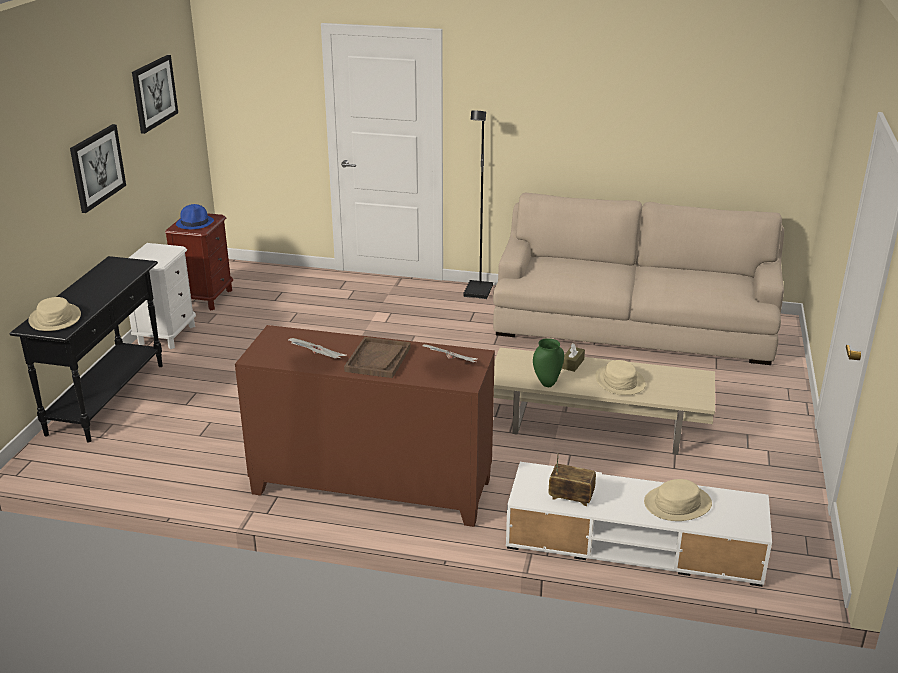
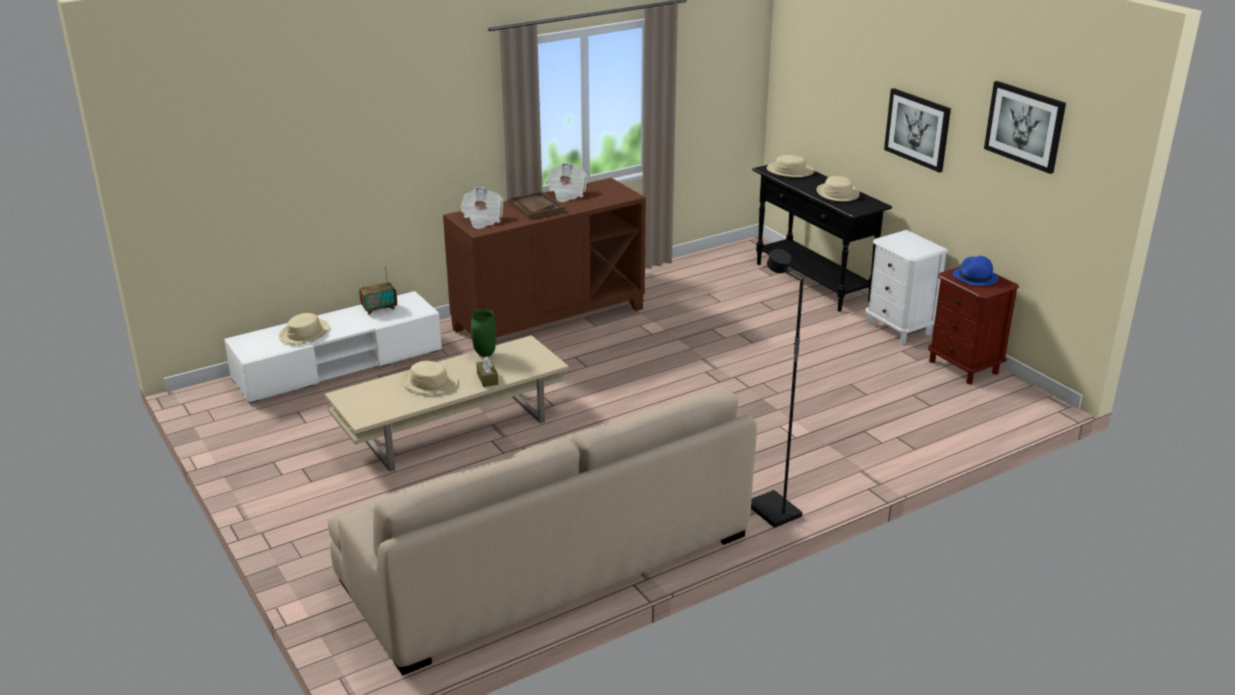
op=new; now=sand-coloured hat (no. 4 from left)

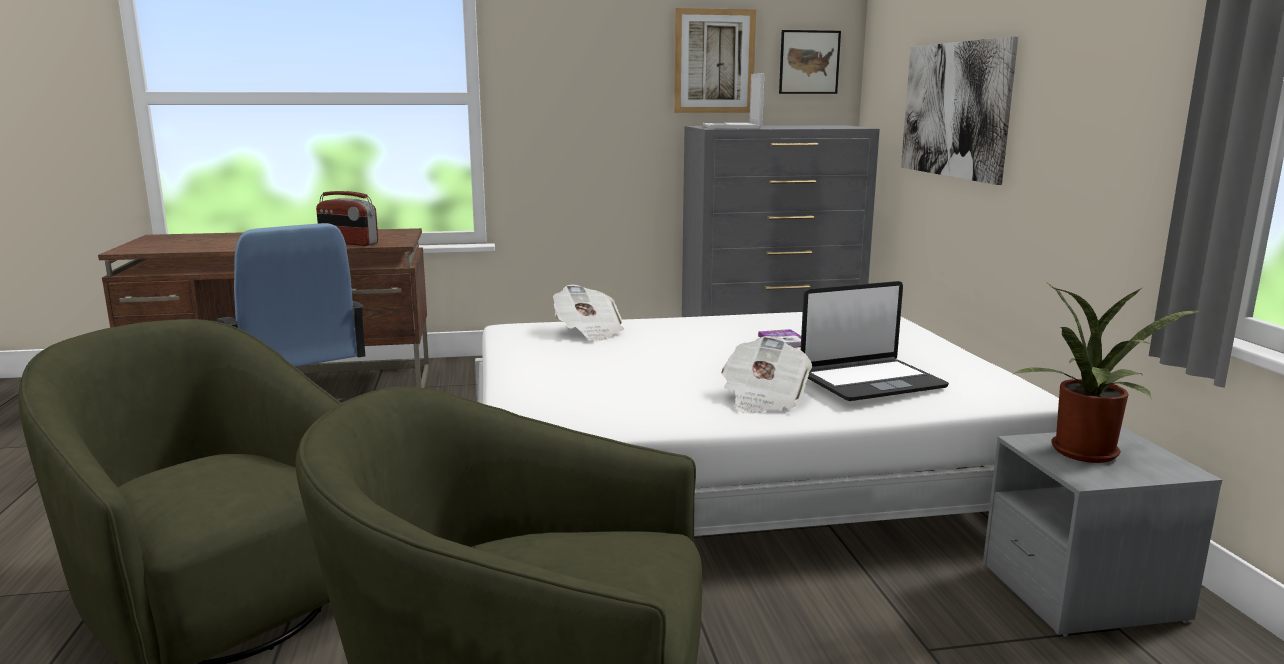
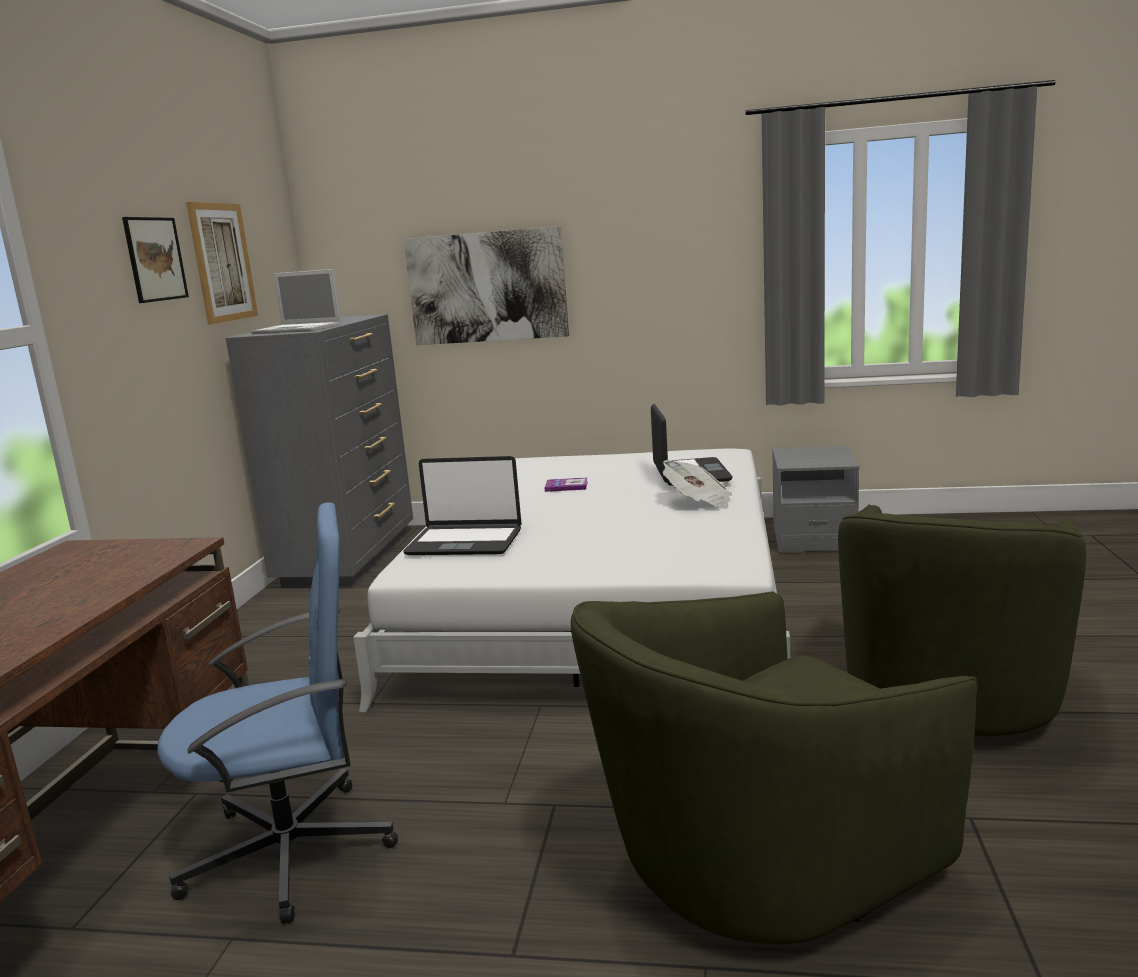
op=gone; was=radio set
op=gone; was=houseplant
op=shifted; was=wall picture (no. 2 from left in the first image); now=wall picture (no. 1 from left)
op=swapped; was=printed paper (no. 1 from left); now=portable computer (no. 2 from left)

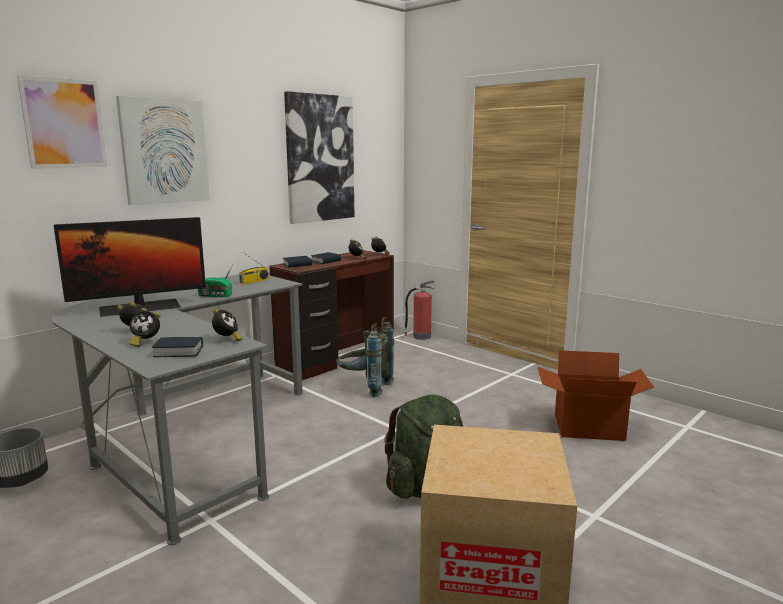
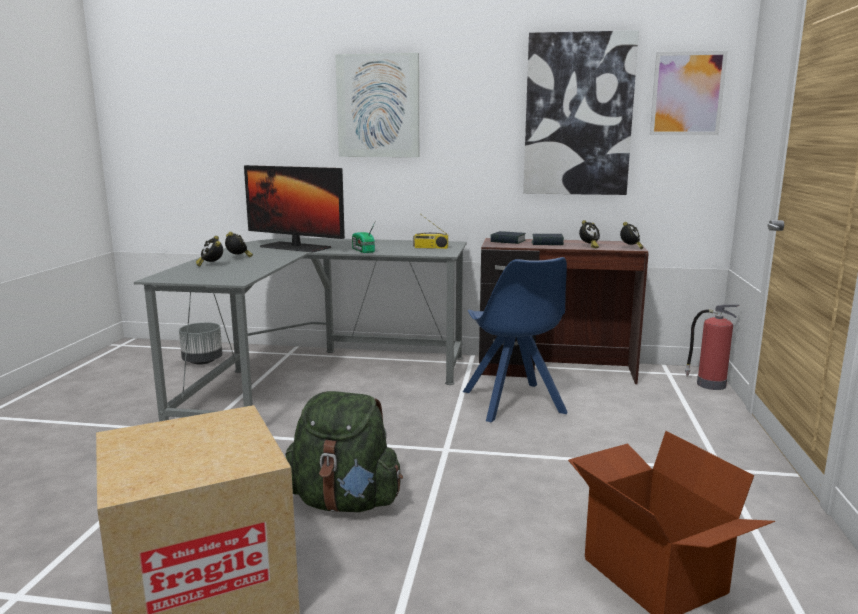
op=gone; was=bound book (no. 1 from left)
op=gone; was=alarm clock (no. 3 from left)
op=shifted; was=wall picture (no. 1 from left in the first image); now=wall picture (no. 3 from left)
op=swapped; was=gray backpack; now=blue chair

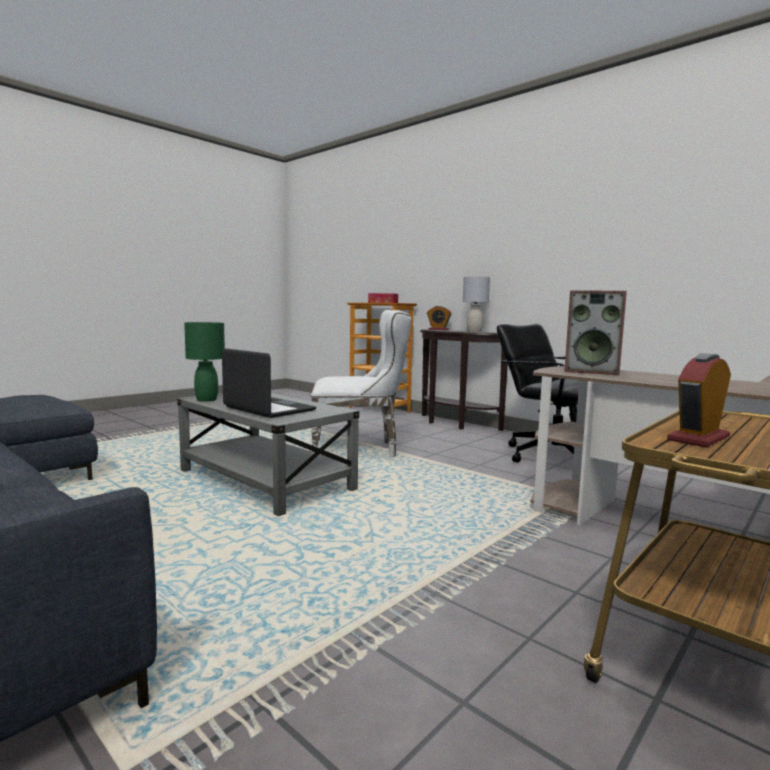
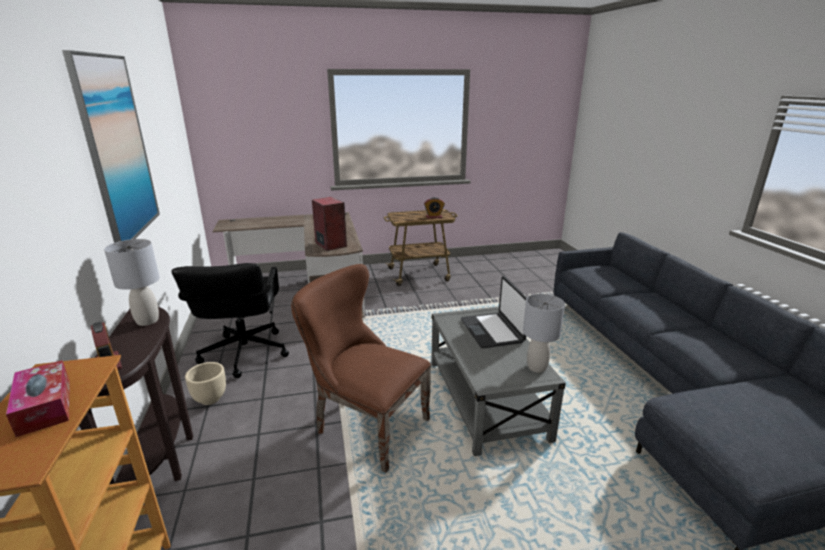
op=new; now=wall picture
op=new; now=sand-coloured planter
op=repainted; was=green-coloured table lamp; now=gray table lamp (no. 2 from left)
op=repainted; was=white chair; now=brown chair

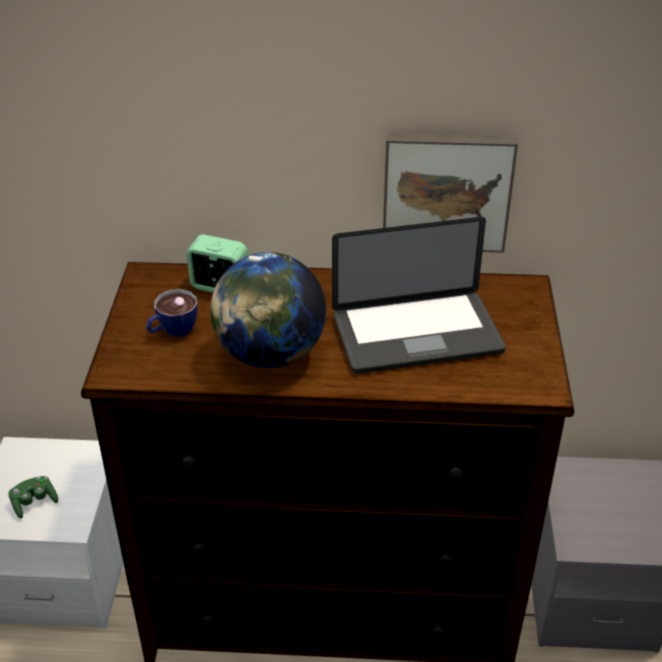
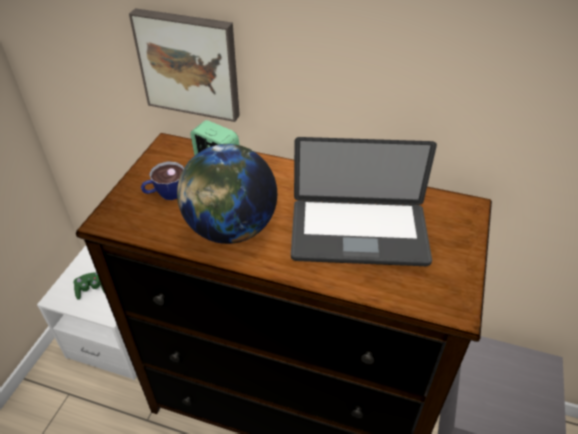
op=shifted; was=wall picture

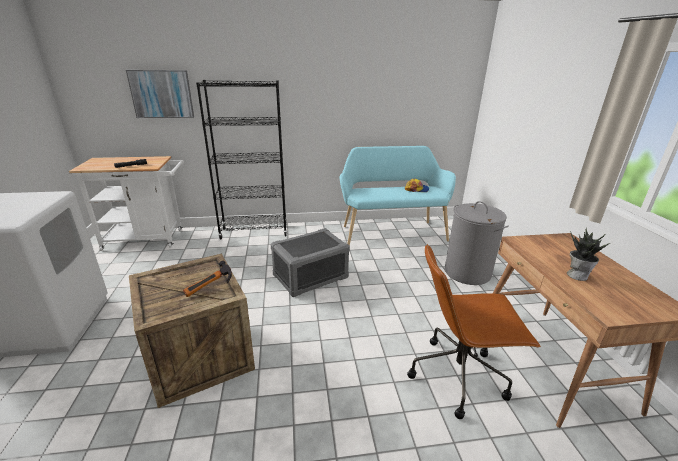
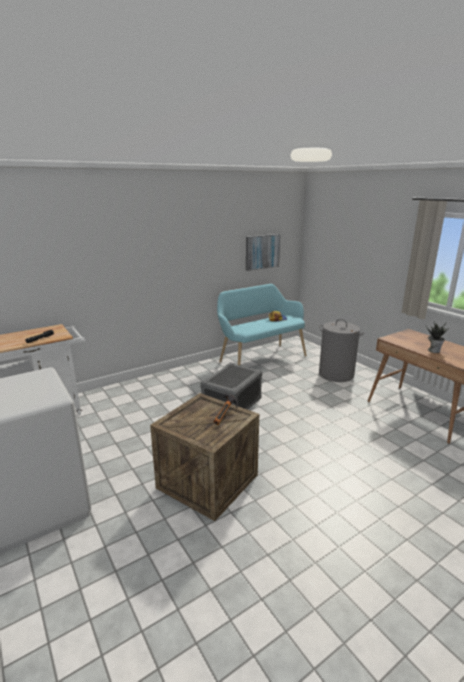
op=gone; was=blackish bookshelf
op=gone; was=brown office chair
op=shifted; was=wall picture

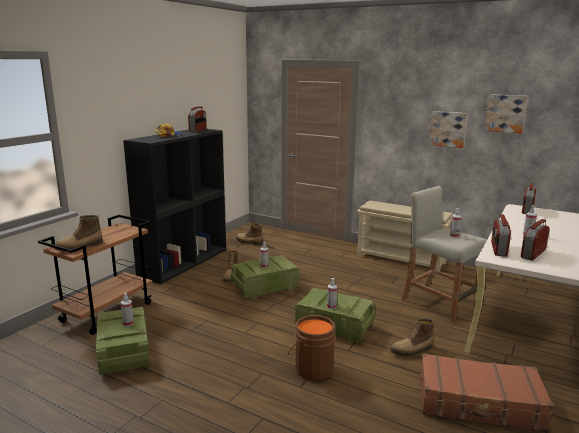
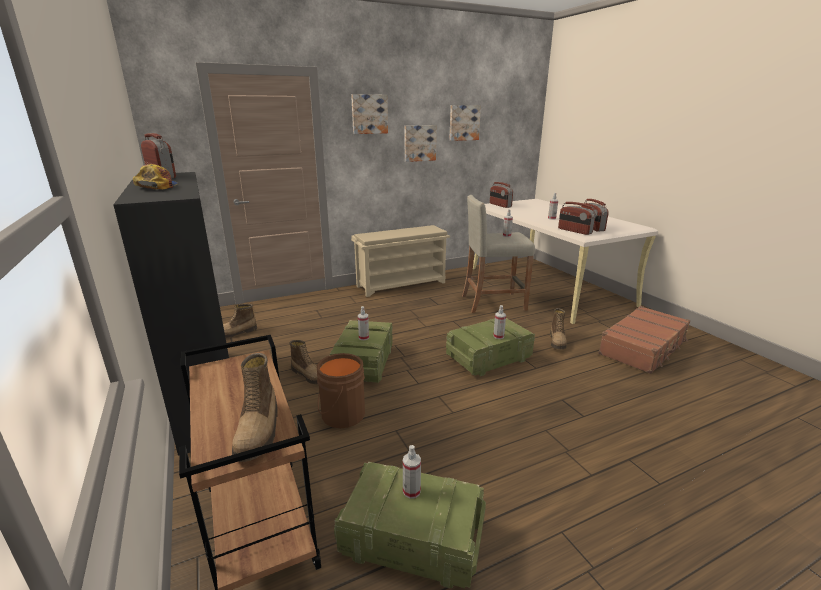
op=new; now=wall picture (no. 1 from left)
op=shifted; was=brown water bucket

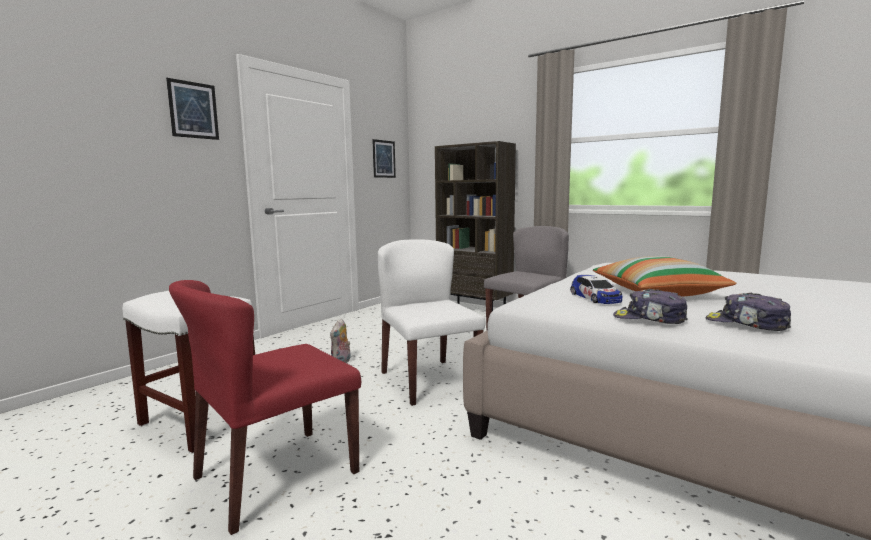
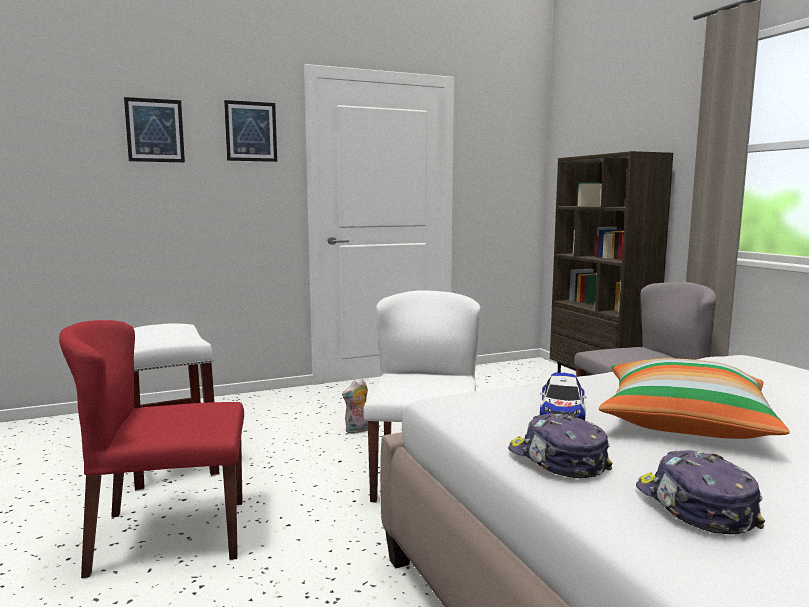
op=shifted; was=wall picture (no. 2 from left in the first image); now=wall picture (no. 1 from left)

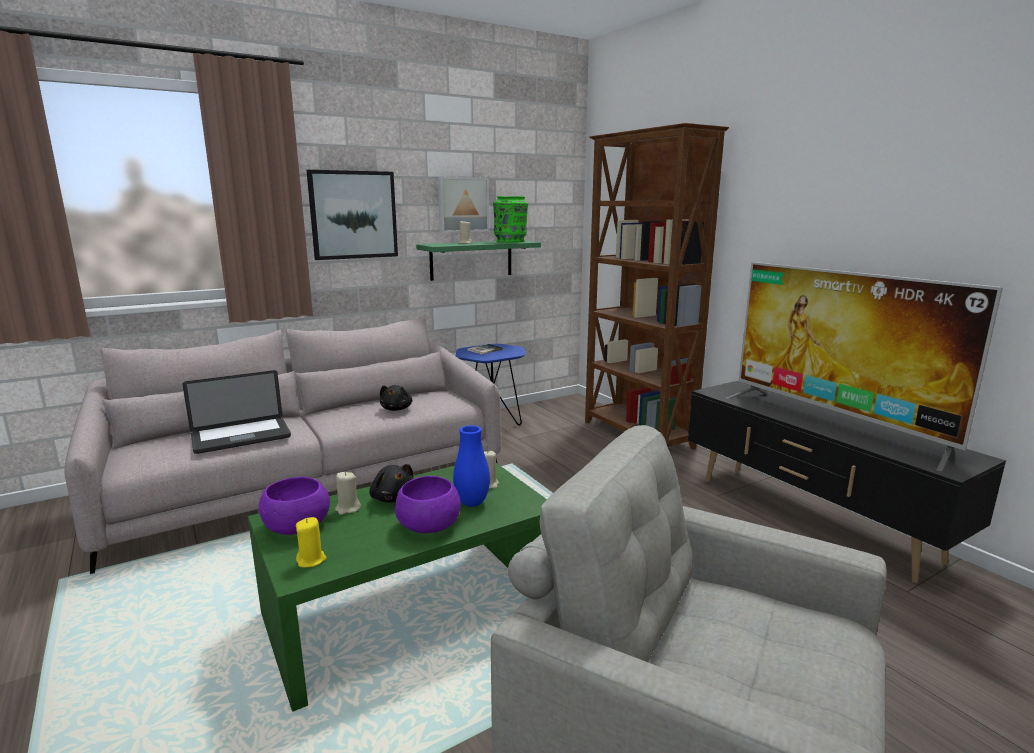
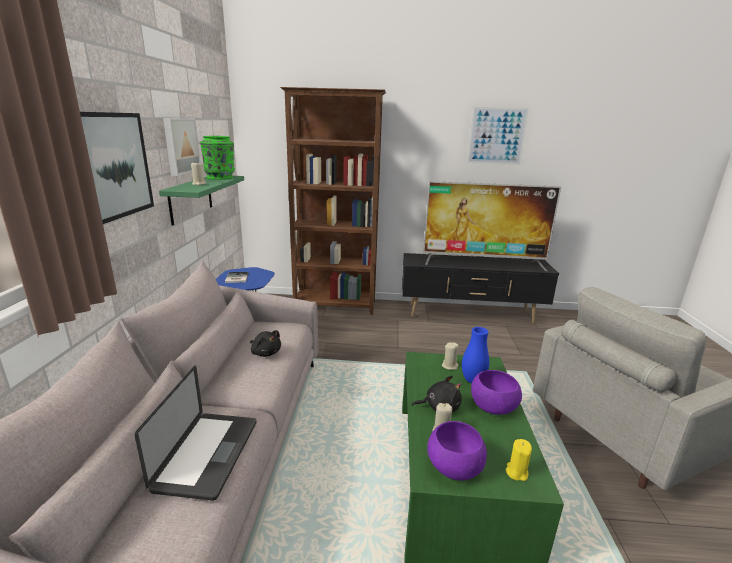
op=new; now=wall picture (no. 3 from left)

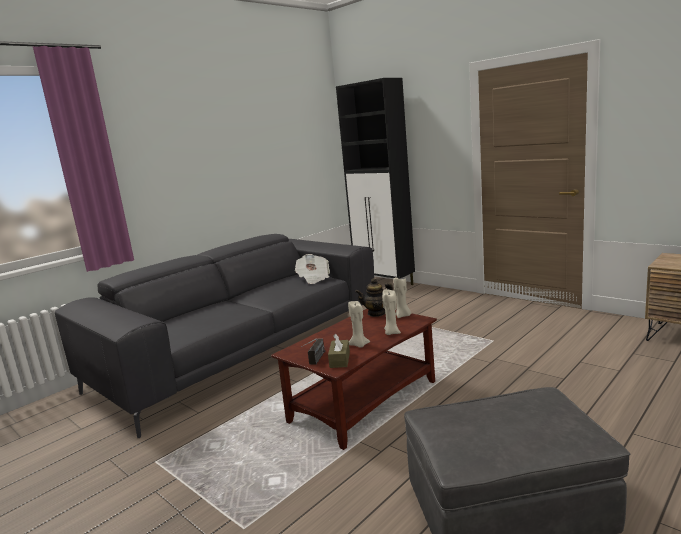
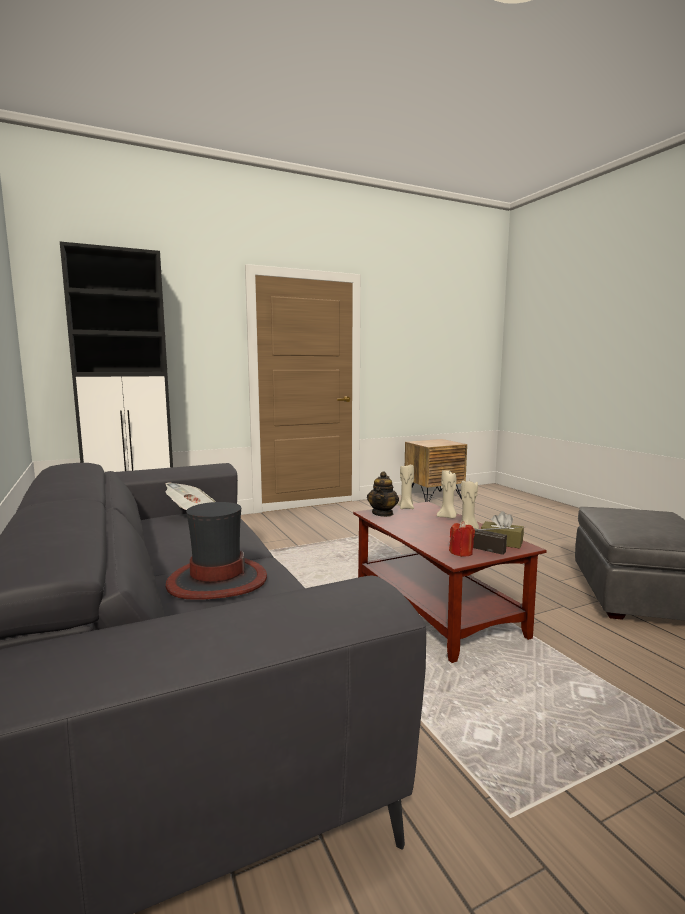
op=new; now=hat
op=new; now=red-coloured wax light

